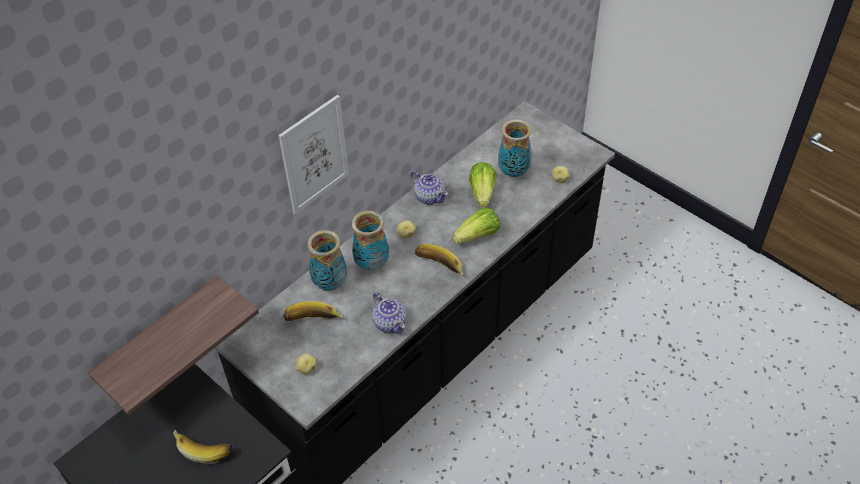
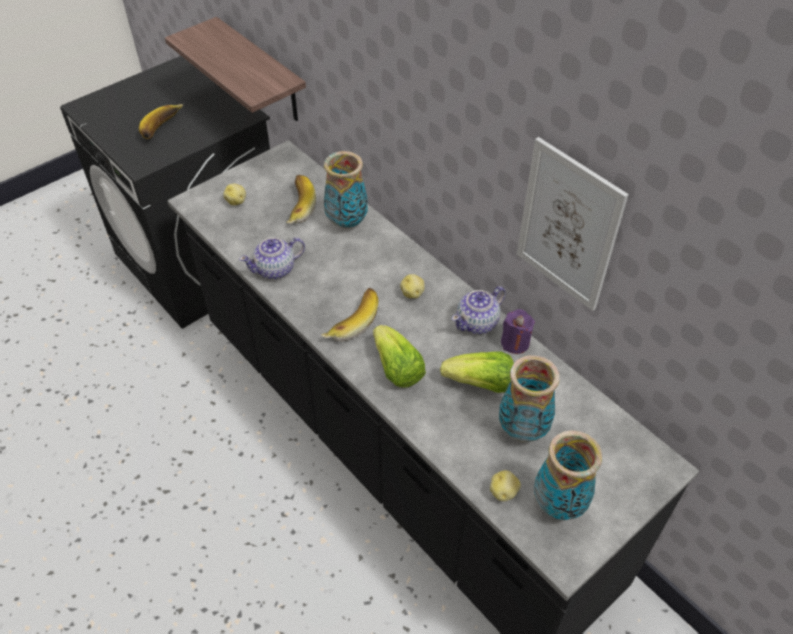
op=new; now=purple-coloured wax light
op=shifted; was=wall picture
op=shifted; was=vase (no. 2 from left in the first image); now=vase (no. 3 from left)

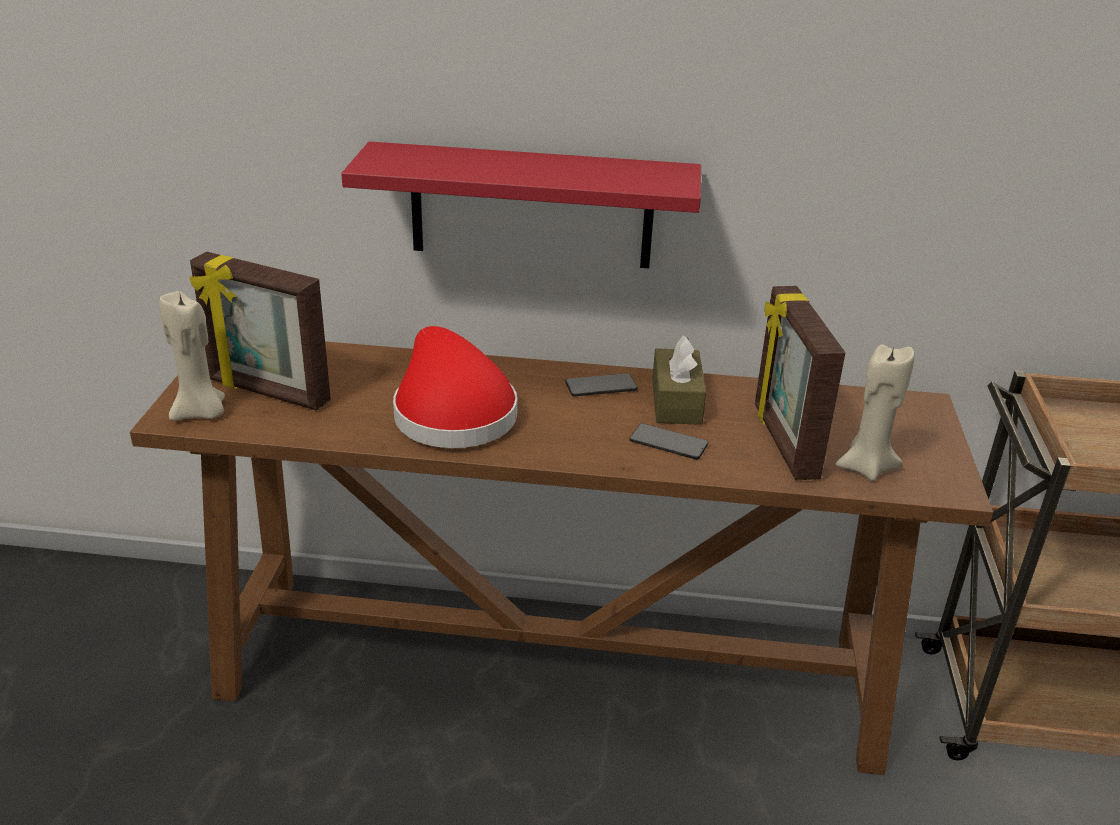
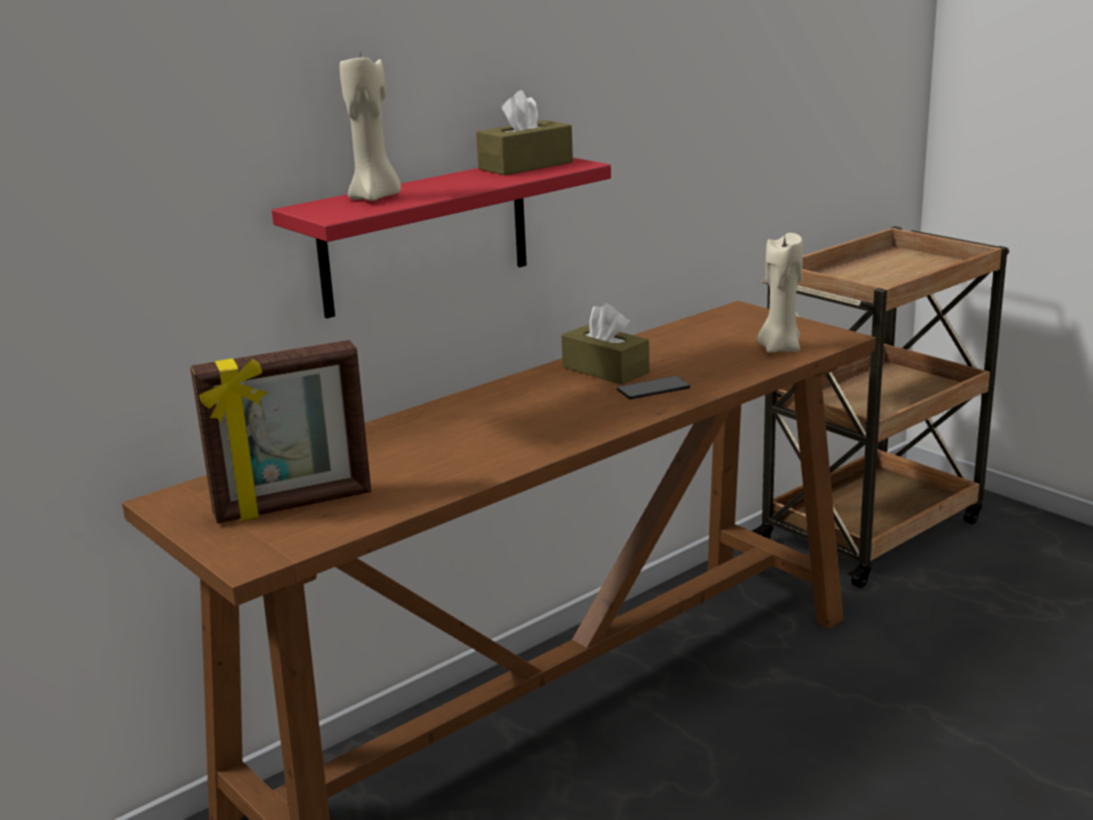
op=gone; was=red-coloured hat
op=gone; was=handset (no. 1 from left)
op=gone; was=picture frame (no. 2 from left)
op=new; now=brown tissue holder (no. 1 from left)
op=shifted; was=sand-coloured wax light (no. 1 from left)

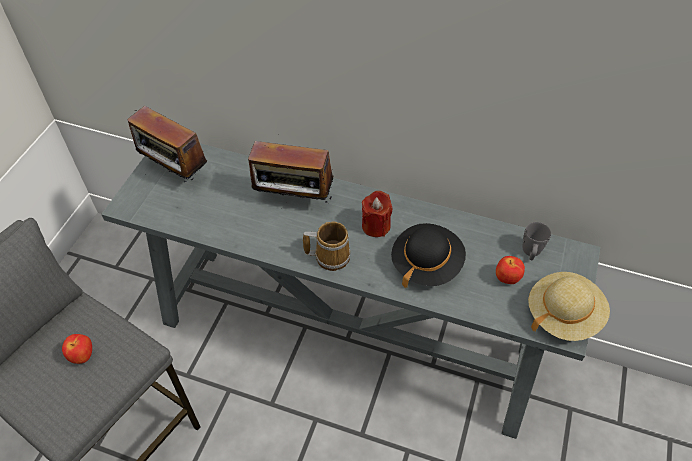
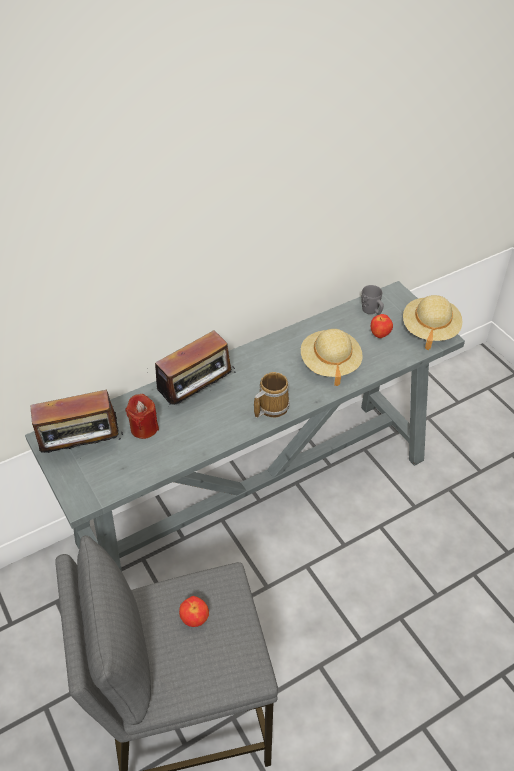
op=shifted; was=red-coloured wax light
op=repainted; was=blackish hat; now=sand-coloured hat (no. 1 from left)

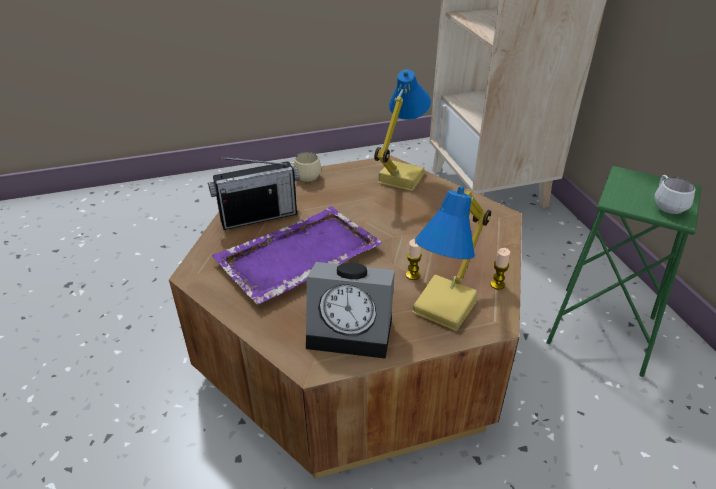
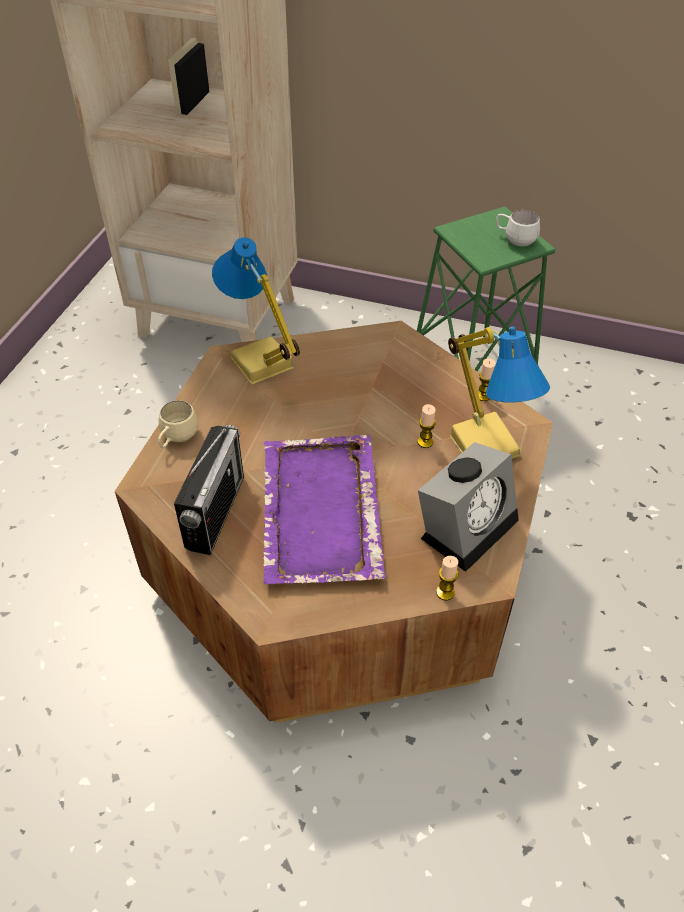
op=new; now=wax light (no. 2 from left)

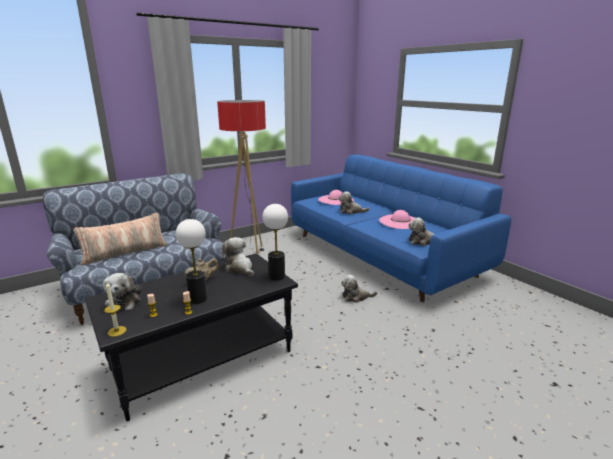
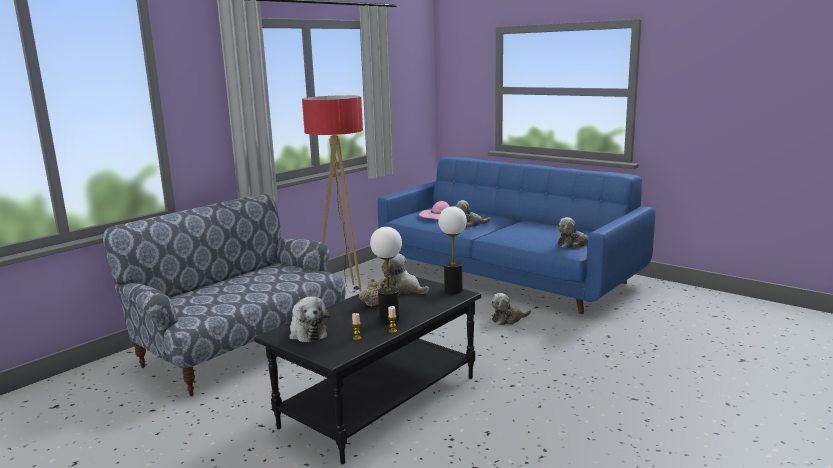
op=gone; was=throw pillow
op=gone; was=wax light (no. 1 from left)
op=gone; was=pink-coloured hat (no. 2 from left)

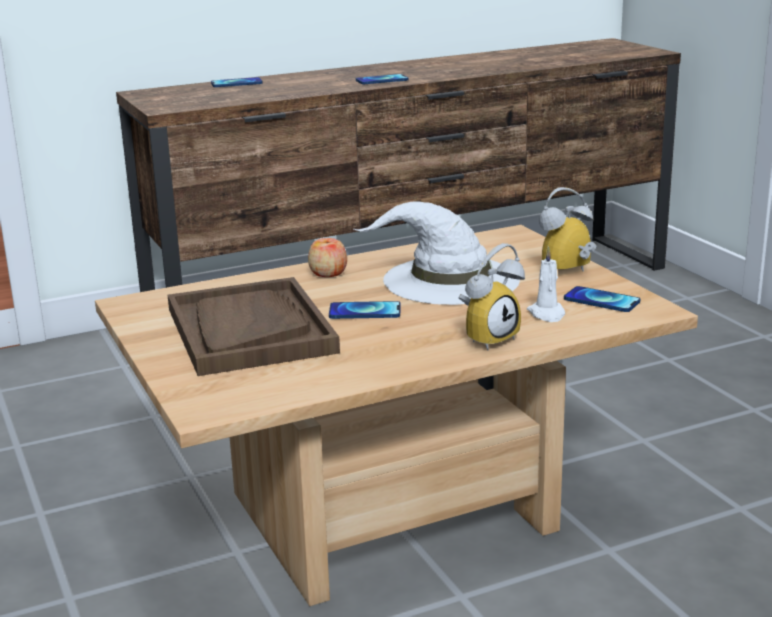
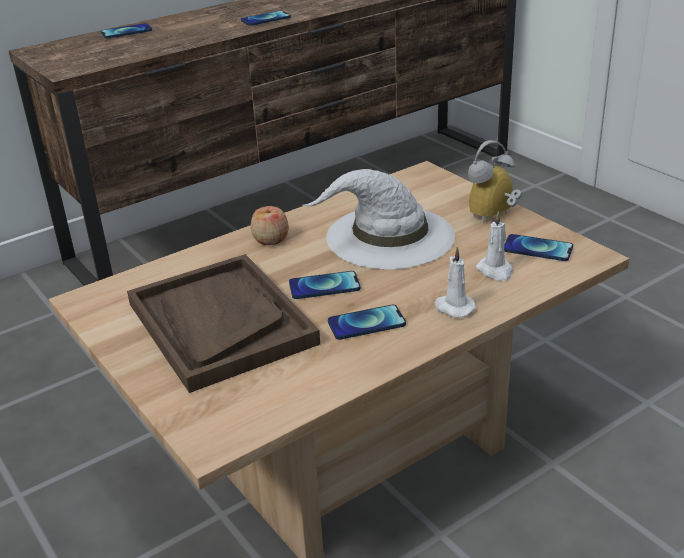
op=new; now=handset (no. 4 from left)
op=swapped; was=alarm clock (no. 1 from left); now=white wax light (no. 1 from left)

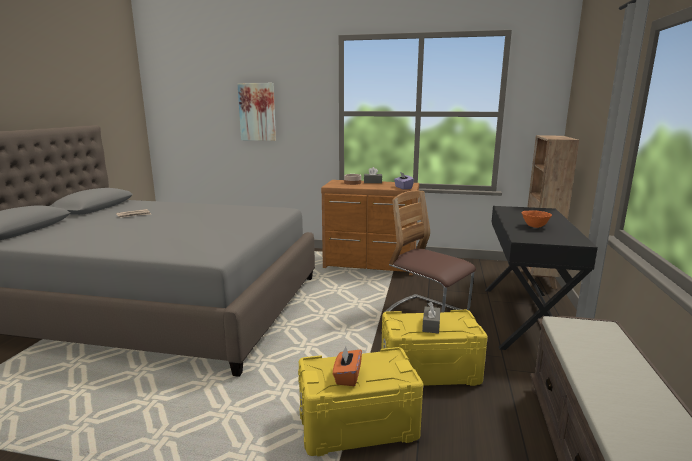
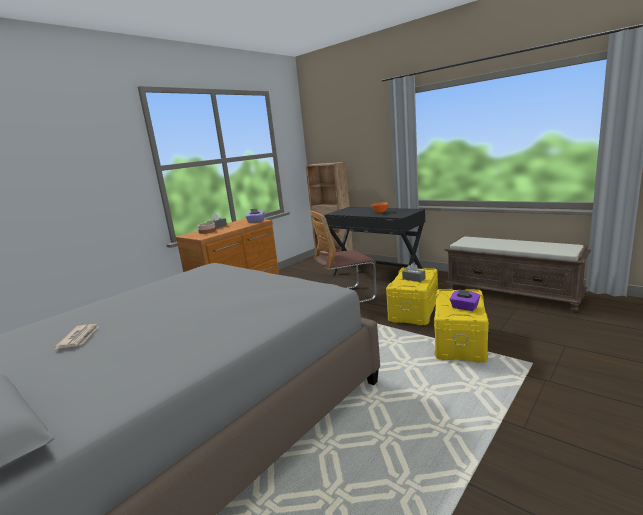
op=gone; was=wall picture
op=repainted; was=orange tissue holder; now=purple-coloured tissue holder (no. 2 from left)

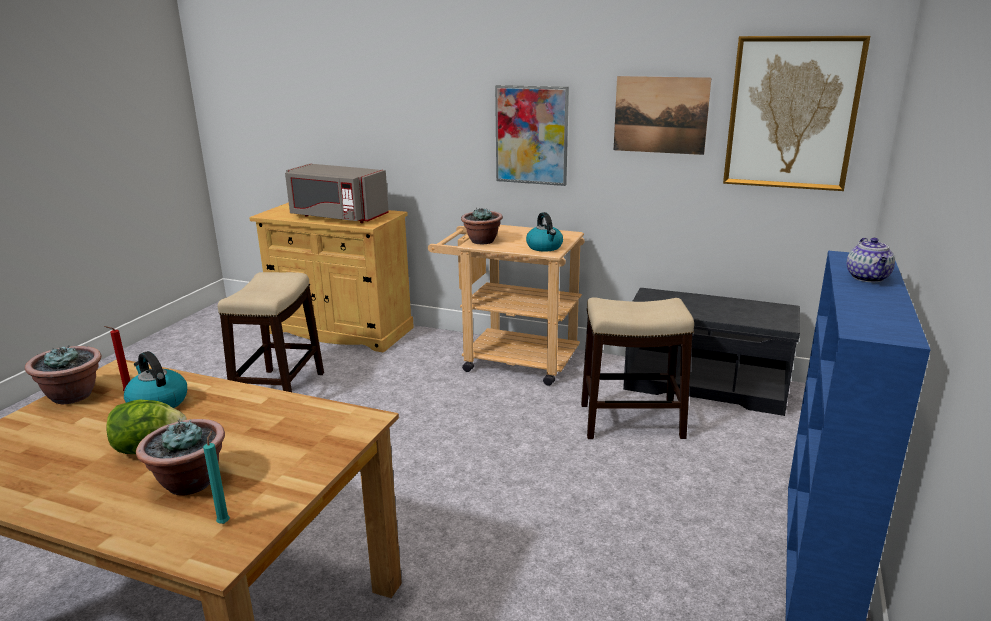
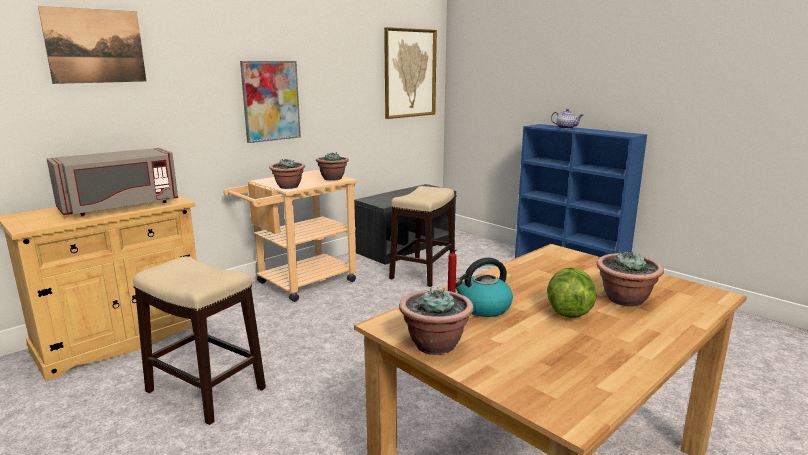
op=gone; was=blue-green wax light
op=shifted; was=wall picture (no. 2 from left in the first image); now=wall picture (no. 1 from left)
op=swapped; was=tea kettle (no. 2 from left); now=houseplant (no. 2 from left)

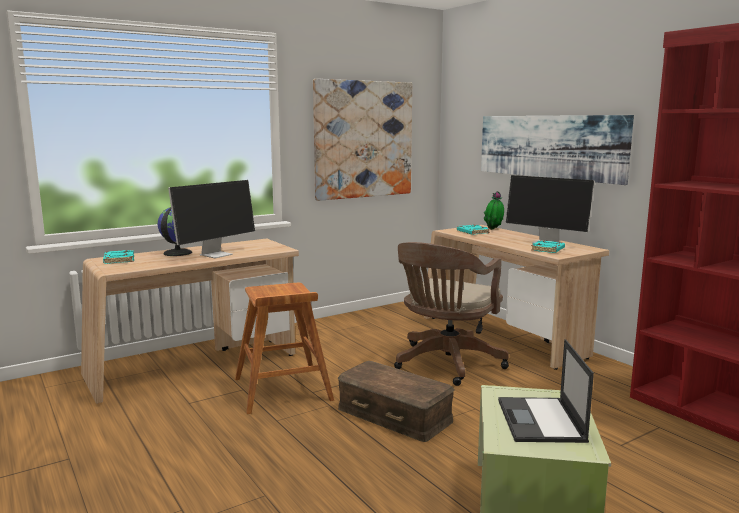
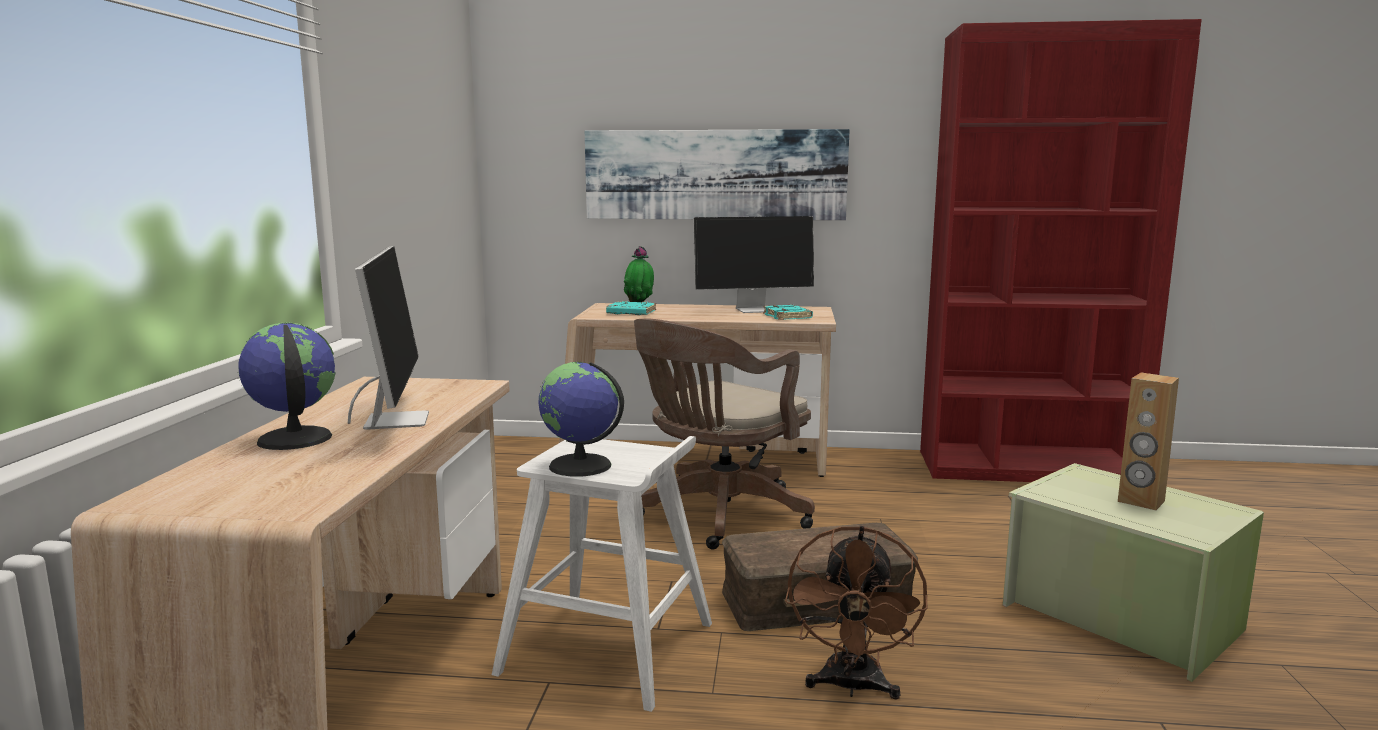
op=gone; was=blue-green bound book (no. 1 from left)
op=gone; was=wall picture (no. 1 from left)
op=new; now=globe (no. 2 from left)
op=new; now=brown electric fan
op=swapped; was=portable computer; now=brown audio speaker
op=repainted; was=brown sitting stool; now=white sitting stool
op=rotated; was=brown office chair; clockwise=60

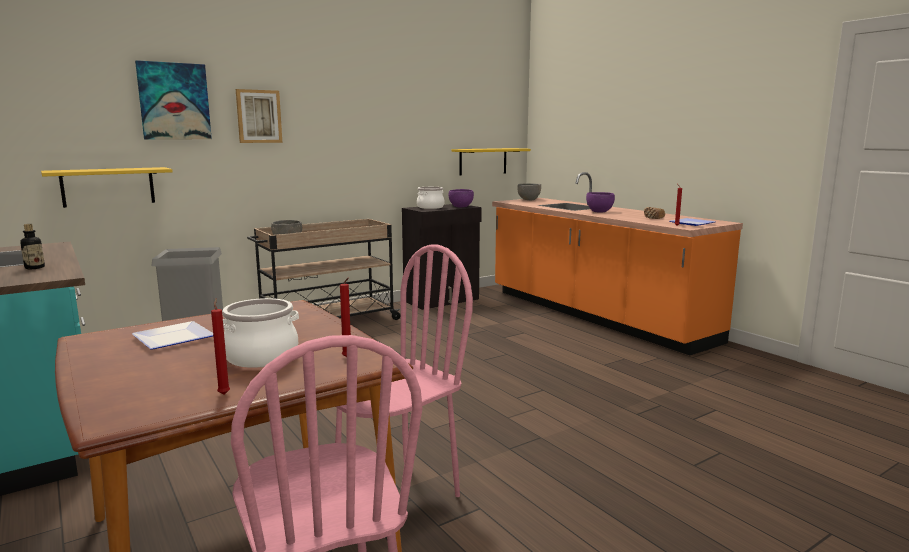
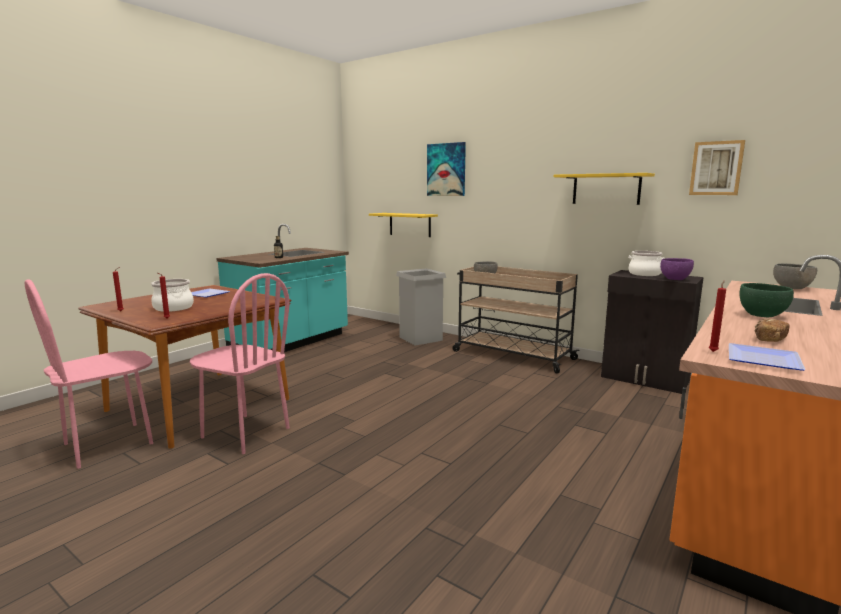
op=shifted; was=wall picture (no. 2 from left)
op=shifted; was=yellow-coloured shelf (no. 2 from left)
op=repainted; was=purple-coloured serving bowl (no. 2 from left); now=green-coloured serving bowl

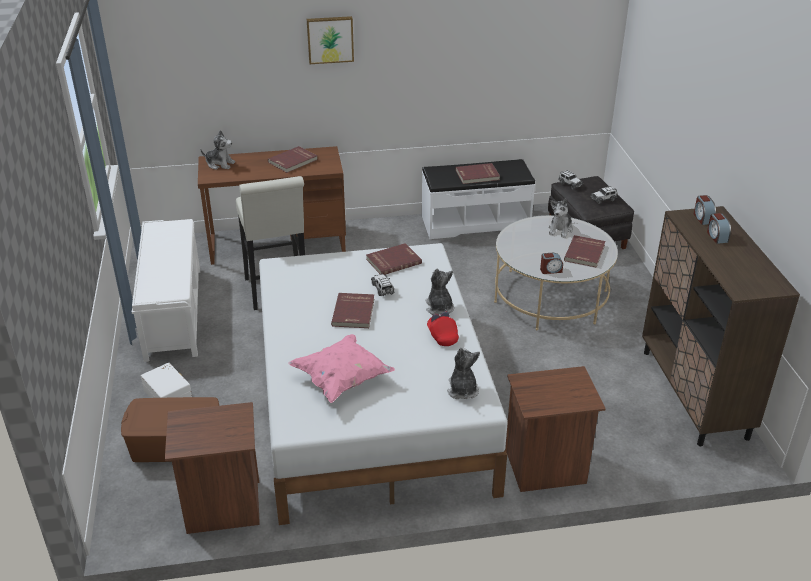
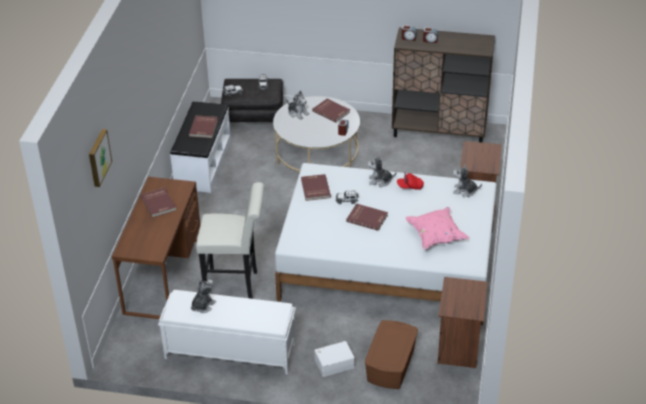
op=shifted; was=soft toy (no. 1 from left)
op=shifted; was=wall picture

